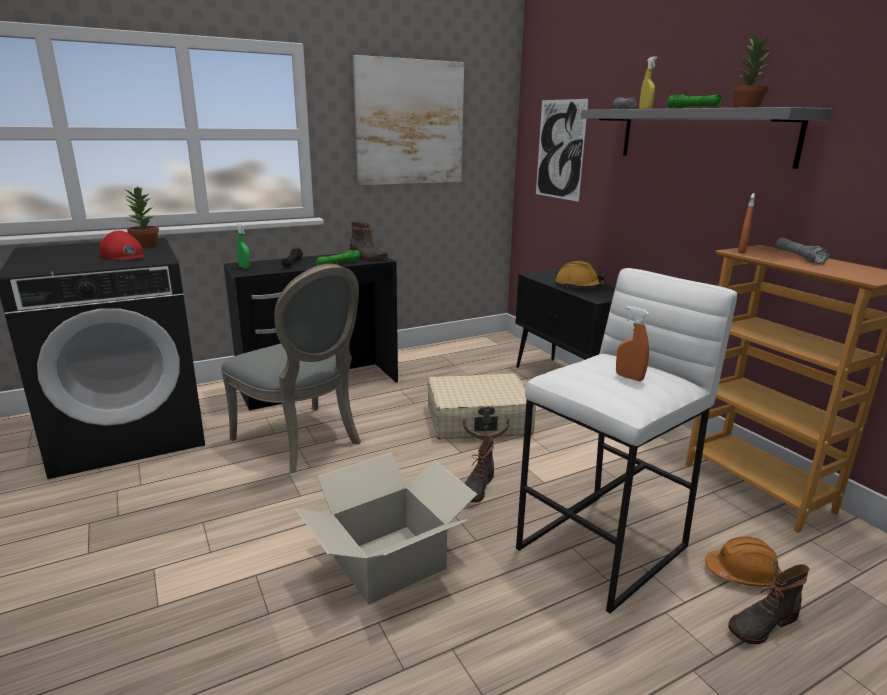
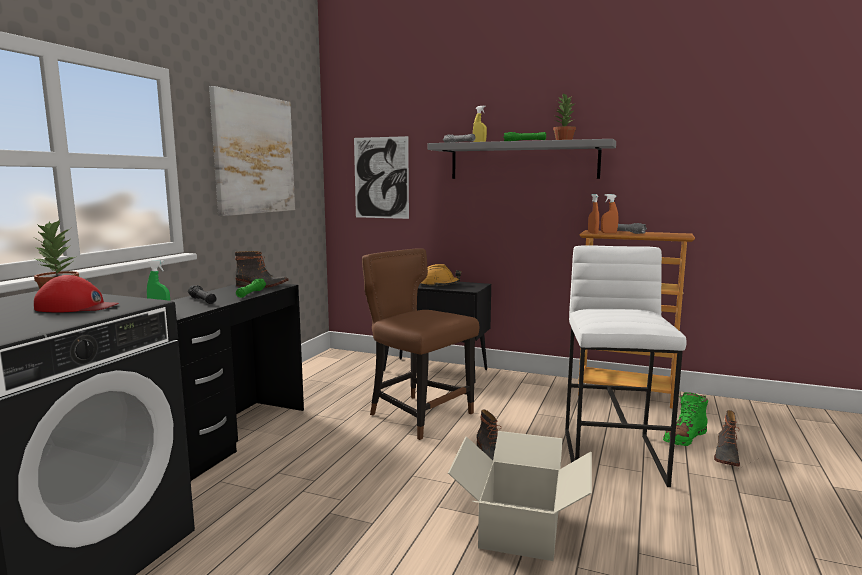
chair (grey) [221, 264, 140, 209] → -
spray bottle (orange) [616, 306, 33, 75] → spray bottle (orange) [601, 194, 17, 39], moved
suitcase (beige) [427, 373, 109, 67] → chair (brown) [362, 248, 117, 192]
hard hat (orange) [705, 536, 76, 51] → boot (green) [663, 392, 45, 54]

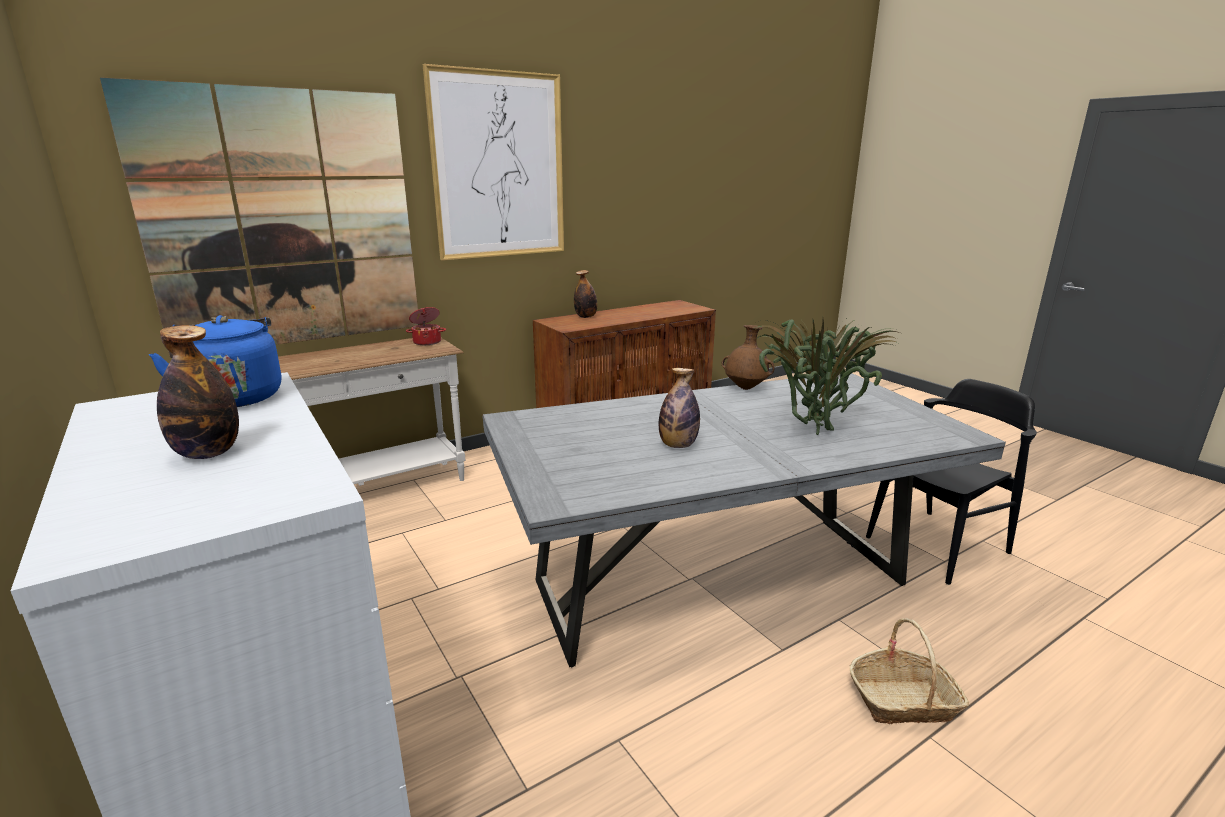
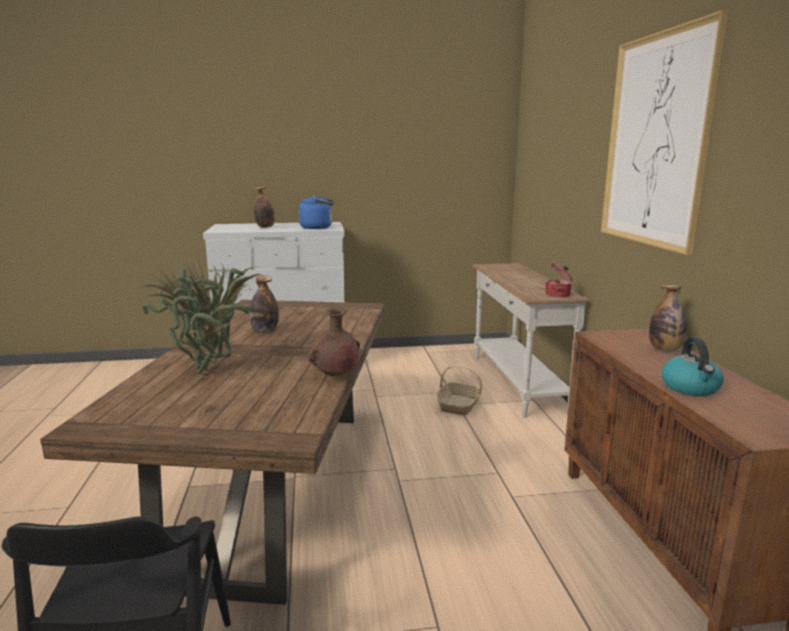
picture [100, 77, 320, 281] → -
- → kettle [662, 337, 61, 59]
basket [850, 618, 119, 106] → basket [437, 365, 45, 50], moved
dining table (grey) [482, 373, 524, 294] → dining table (brown) [40, 300, 345, 305]

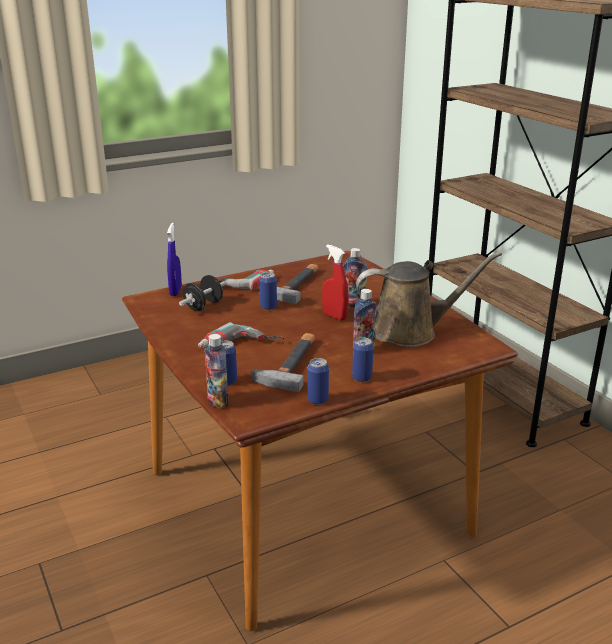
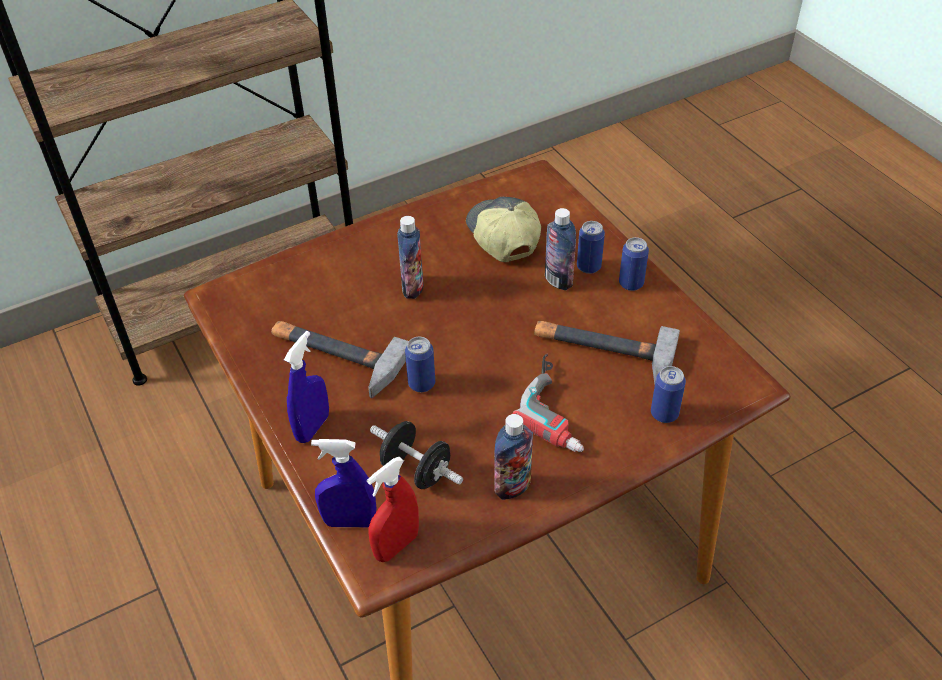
bottle [205, 334, 24, 75] → bottle [494, 414, 39, 86], moved
can [307, 358, 22, 47] → can [577, 221, 28, 53], moved
spray bottle (red) [322, 244, 27, 77] → spray bottle (red) [367, 457, 52, 105], moved
power drill [218, 269, 56, 22] → spray bottle (blue) [284, 331, 45, 112]
watering can (brown) [356, 252, 146, 95] → cap [466, 197, 75, 65]

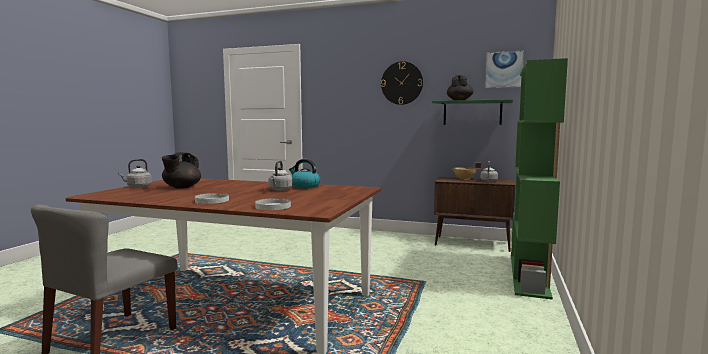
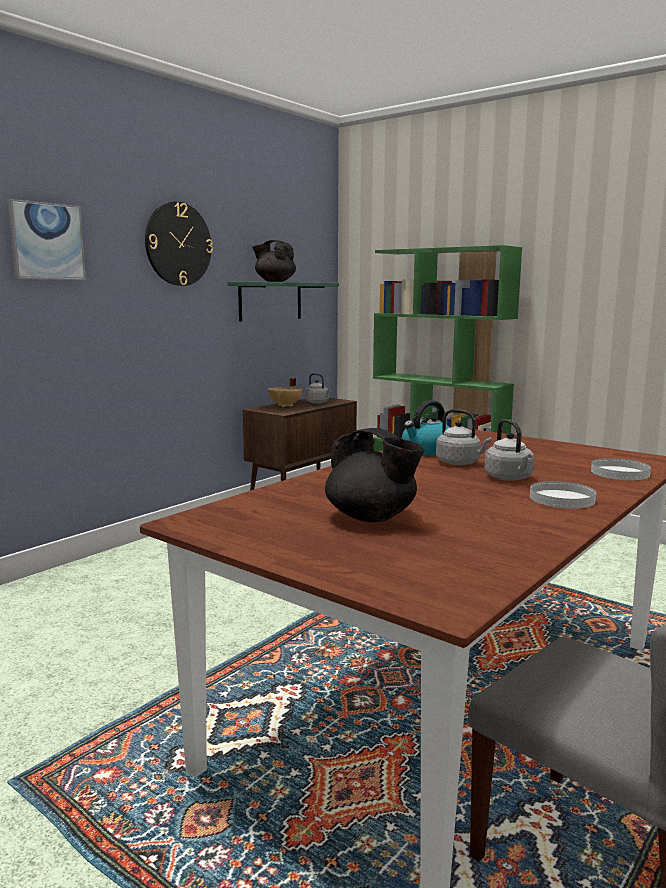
kettle (grey) [118, 159, 34, 29] → kettle (grey) [484, 419, 50, 62], moved
picture [485, 51, 39, 37] → picture [7, 199, 79, 81], moved

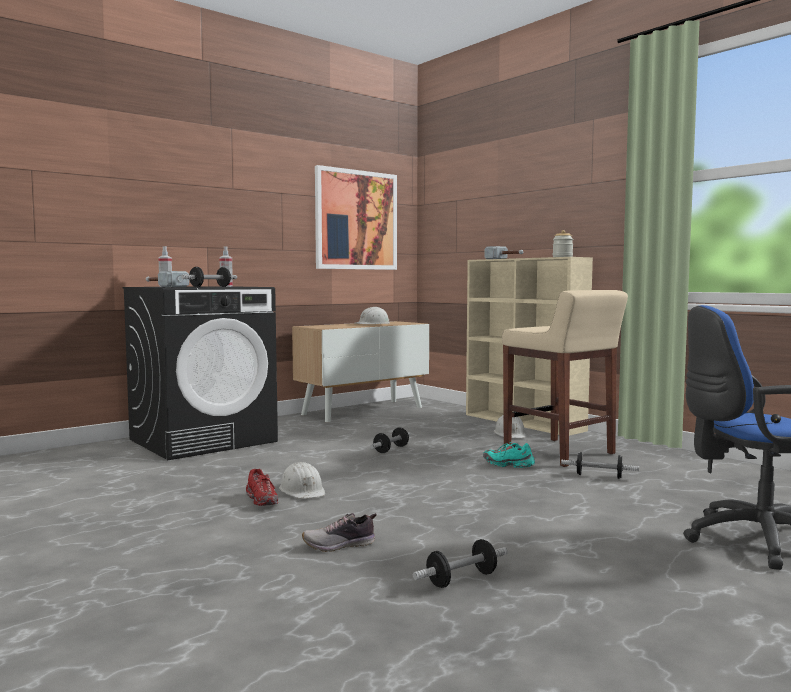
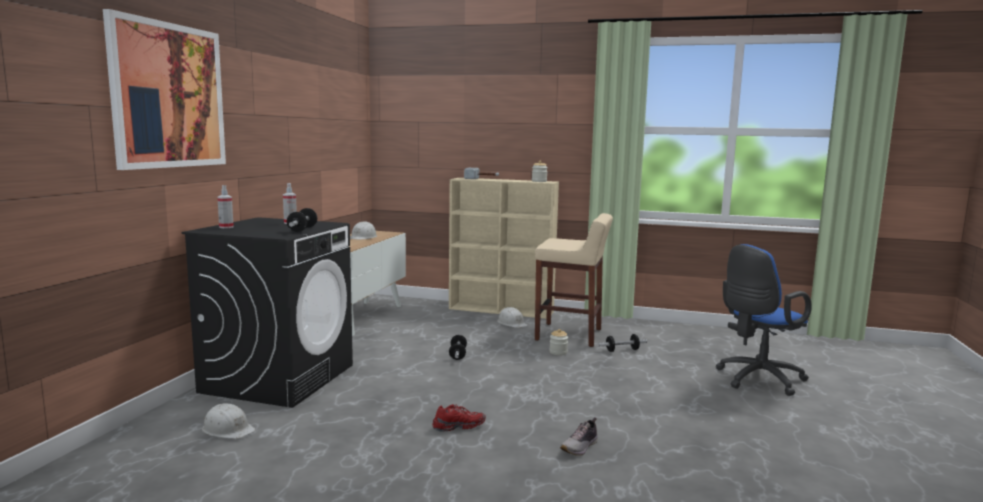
hammer [146, 271, 43, 16] → -
dumbbell [413, 539, 95, 49] → -
hard hat (white) [279, 462, 46, 37] → hard hat (white) [202, 403, 54, 36], moved
picture [315, 165, 82, 105] → picture [103, 9, 123, 161], moved
shoe (turquoise) [483, 442, 52, 26] → jar [549, 329, 19, 26]
shoe (red) [246, 469, 32, 37] → shoe (red) [432, 404, 54, 28], 45 degrees counterclockwise

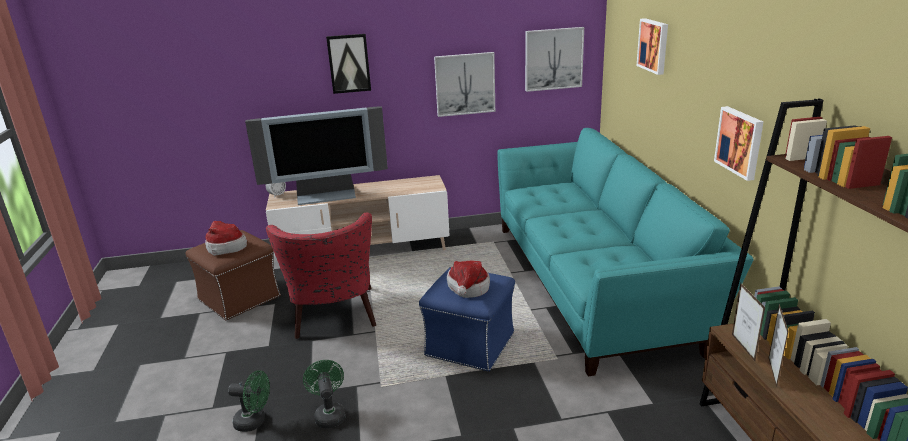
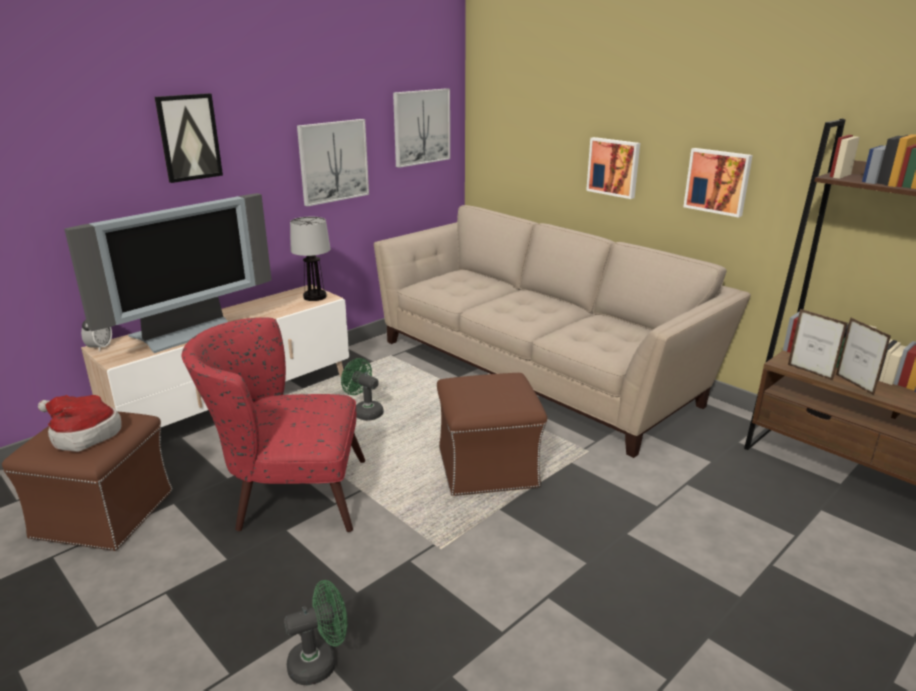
hat [447, 261, 43, 37] → -
- → table lamp [290, 217, 41, 84]
fan (green) [303, 360, 43, 69] → fan (green) [341, 358, 43, 63], moved
picture [637, 18, 31, 57] → picture [586, 137, 54, 62], moved
ottoman (blue) [419, 267, 96, 104] → ottoman (brown) [437, 373, 110, 123]
sofa (turquoise) [497, 128, 257, 248] → sofa (beige) [374, 205, 377, 253]
armchair (red) [266, 213, 110, 126] → armchair (red) [182, 317, 183, 215], 135 degrees clockwise

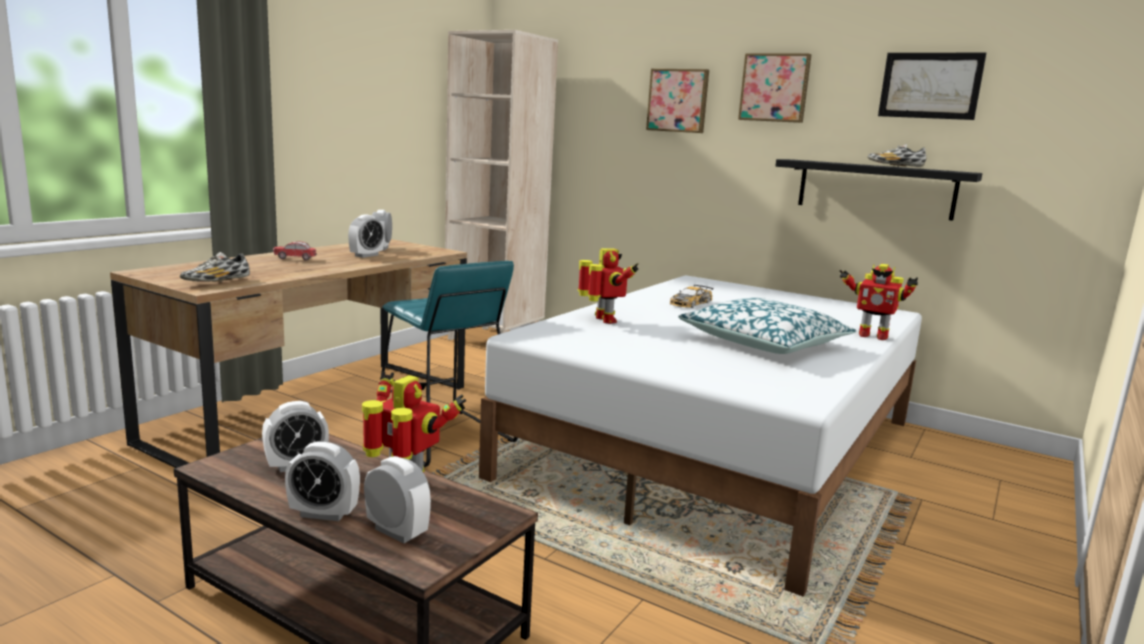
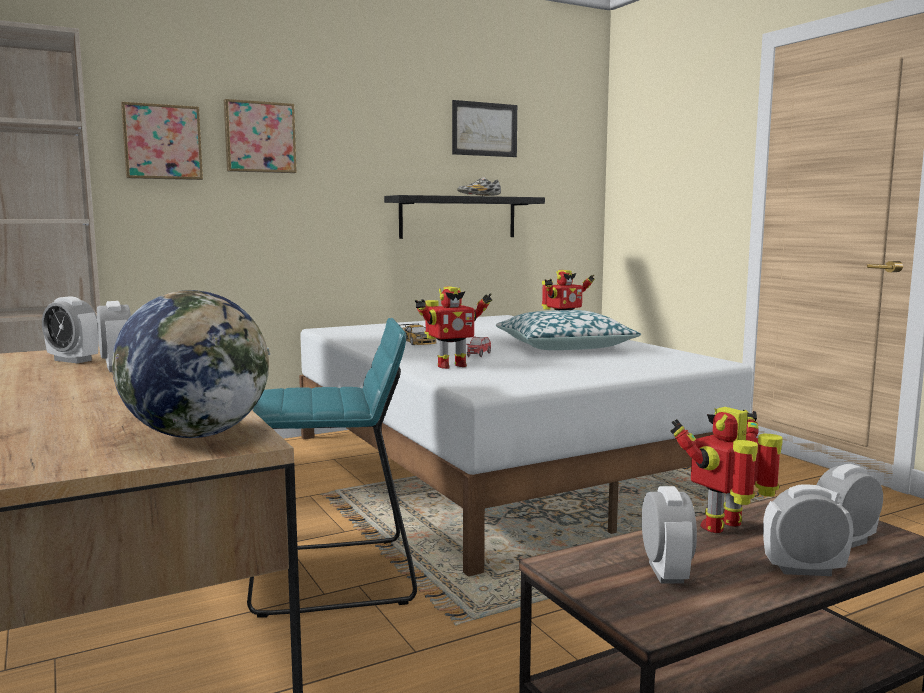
toy car [273, 241, 44, 20] → toy car [466, 336, 25, 21], moved
picture [738, 53, 74, 70] → picture [121, 102, 82, 78], moved
shoe [180, 252, 70, 30] → globe [112, 290, 158, 148]
alarm clock [285, 442, 75, 79] → alarm clock [763, 484, 90, 92], 120 degrees counterclockwise
toy robot [578, 248, 61, 76] → toy robot [415, 286, 77, 83], 150 degrees clockwise

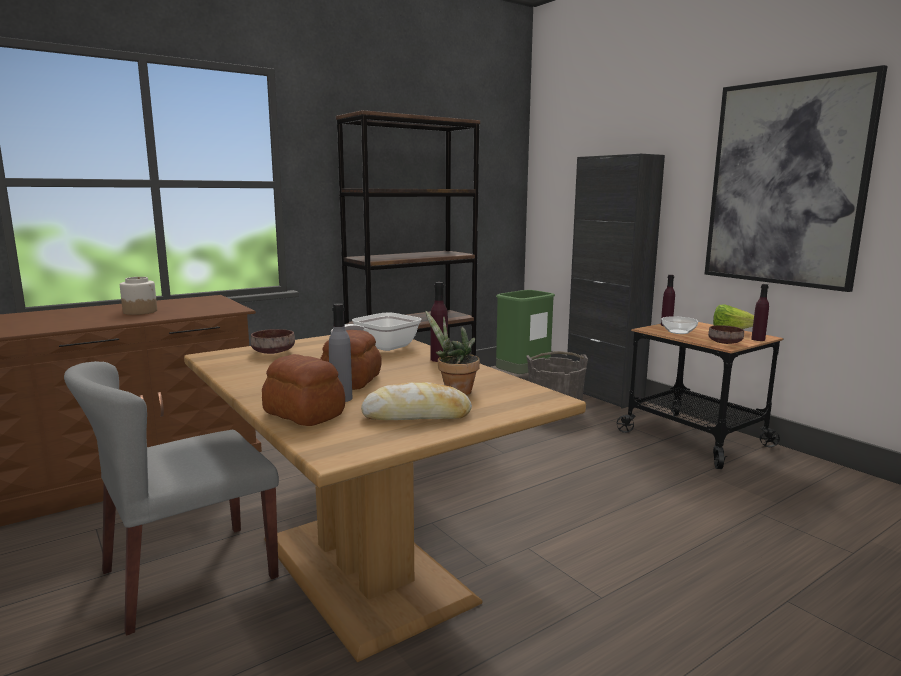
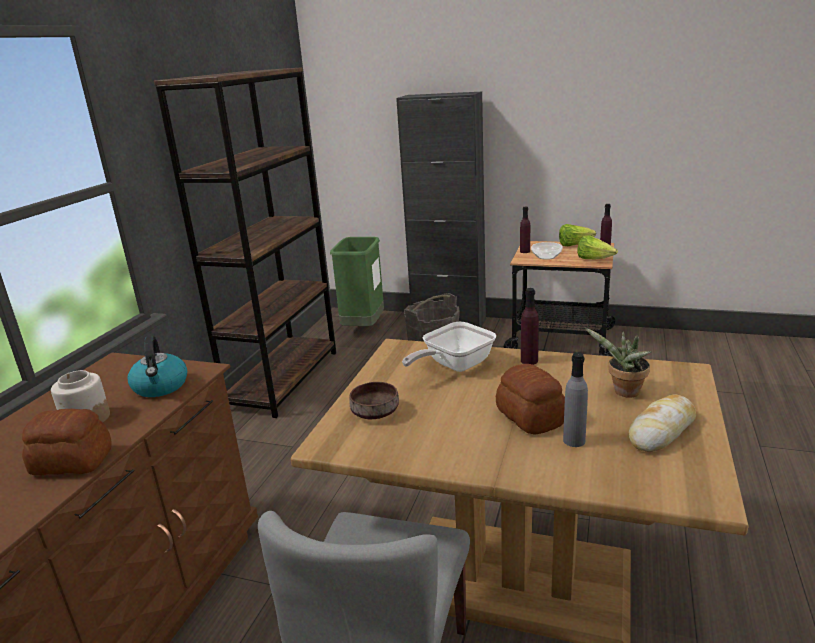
picture [705, 65, 183, 227] → -
- → kettle [128, 336, 59, 61]
bread [262, 354, 83, 72] → bread [22, 409, 90, 67], moved
bowl (brown) [708, 325, 36, 19] → lettuce [577, 235, 41, 25]
frying pan [331, 313, 91, 38] → frying pan [402, 322, 95, 50], 45 degrees clockwise

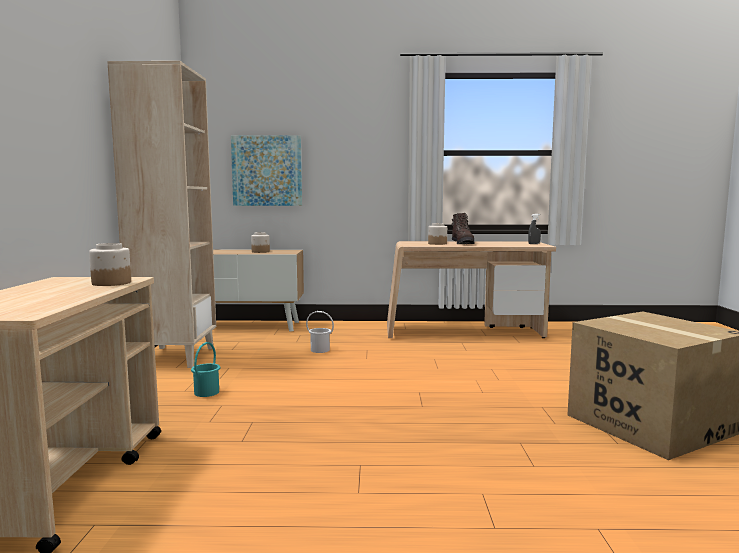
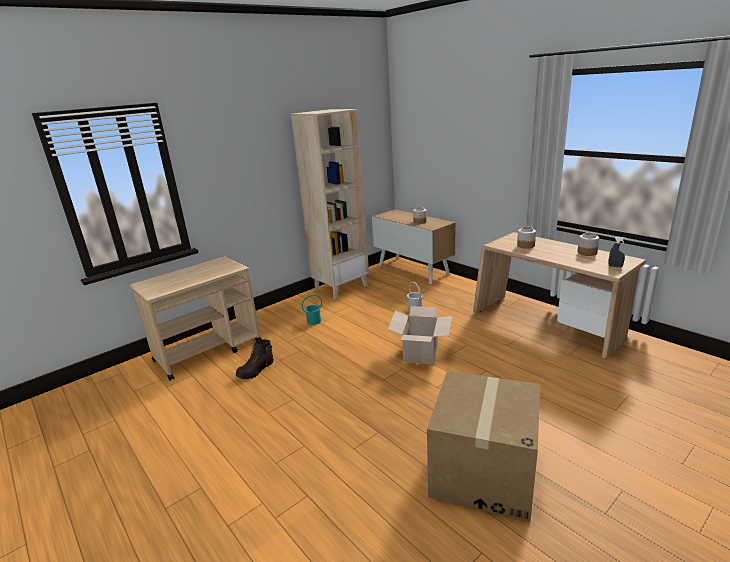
picture [231, 135, 71, 71] → -
- → cardboard box [388, 306, 64, 59]
jar [89, 243, 42, 43] → jar [578, 232, 21, 24], moved
boot (brown) [452, 213, 23, 31] → boot (brown) [235, 339, 39, 40], moved

